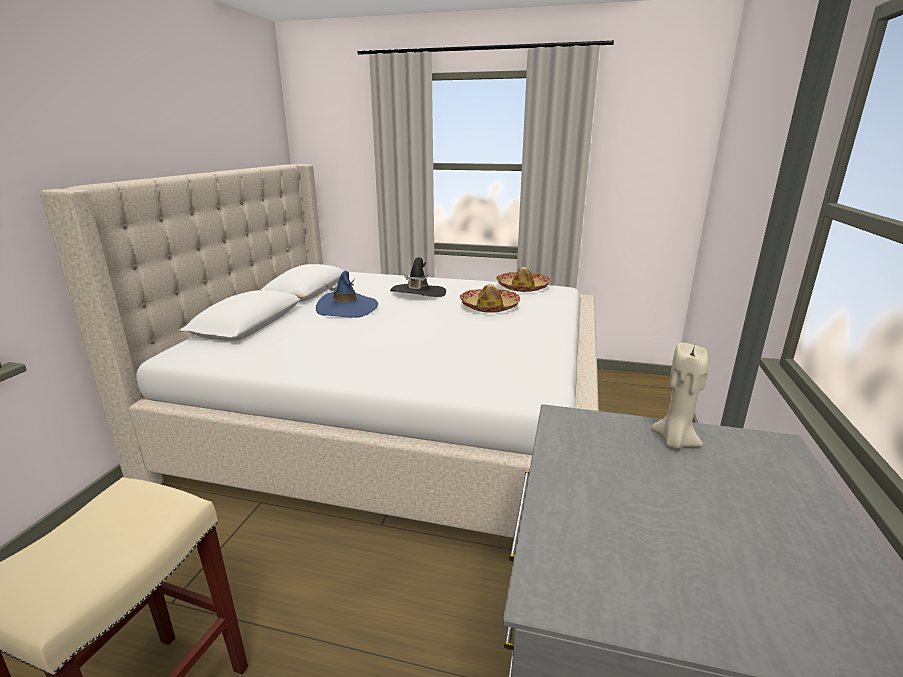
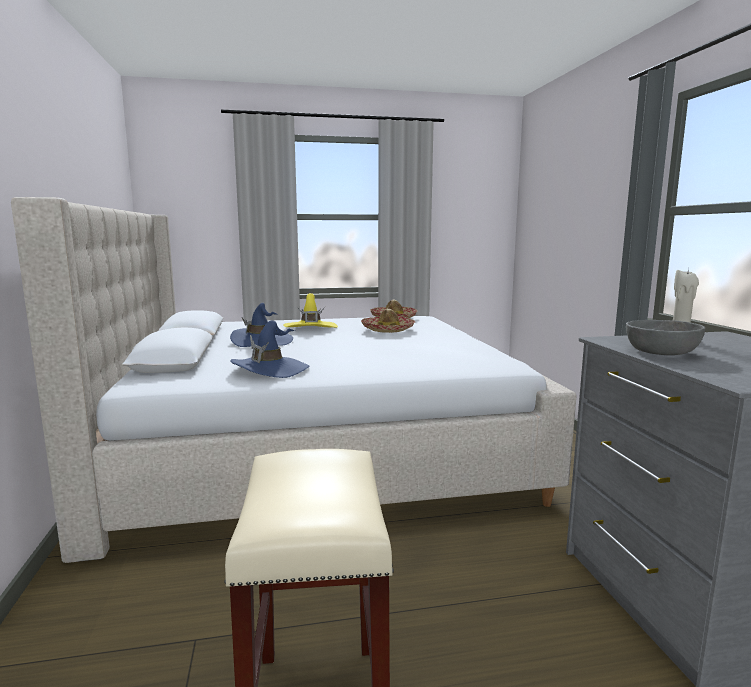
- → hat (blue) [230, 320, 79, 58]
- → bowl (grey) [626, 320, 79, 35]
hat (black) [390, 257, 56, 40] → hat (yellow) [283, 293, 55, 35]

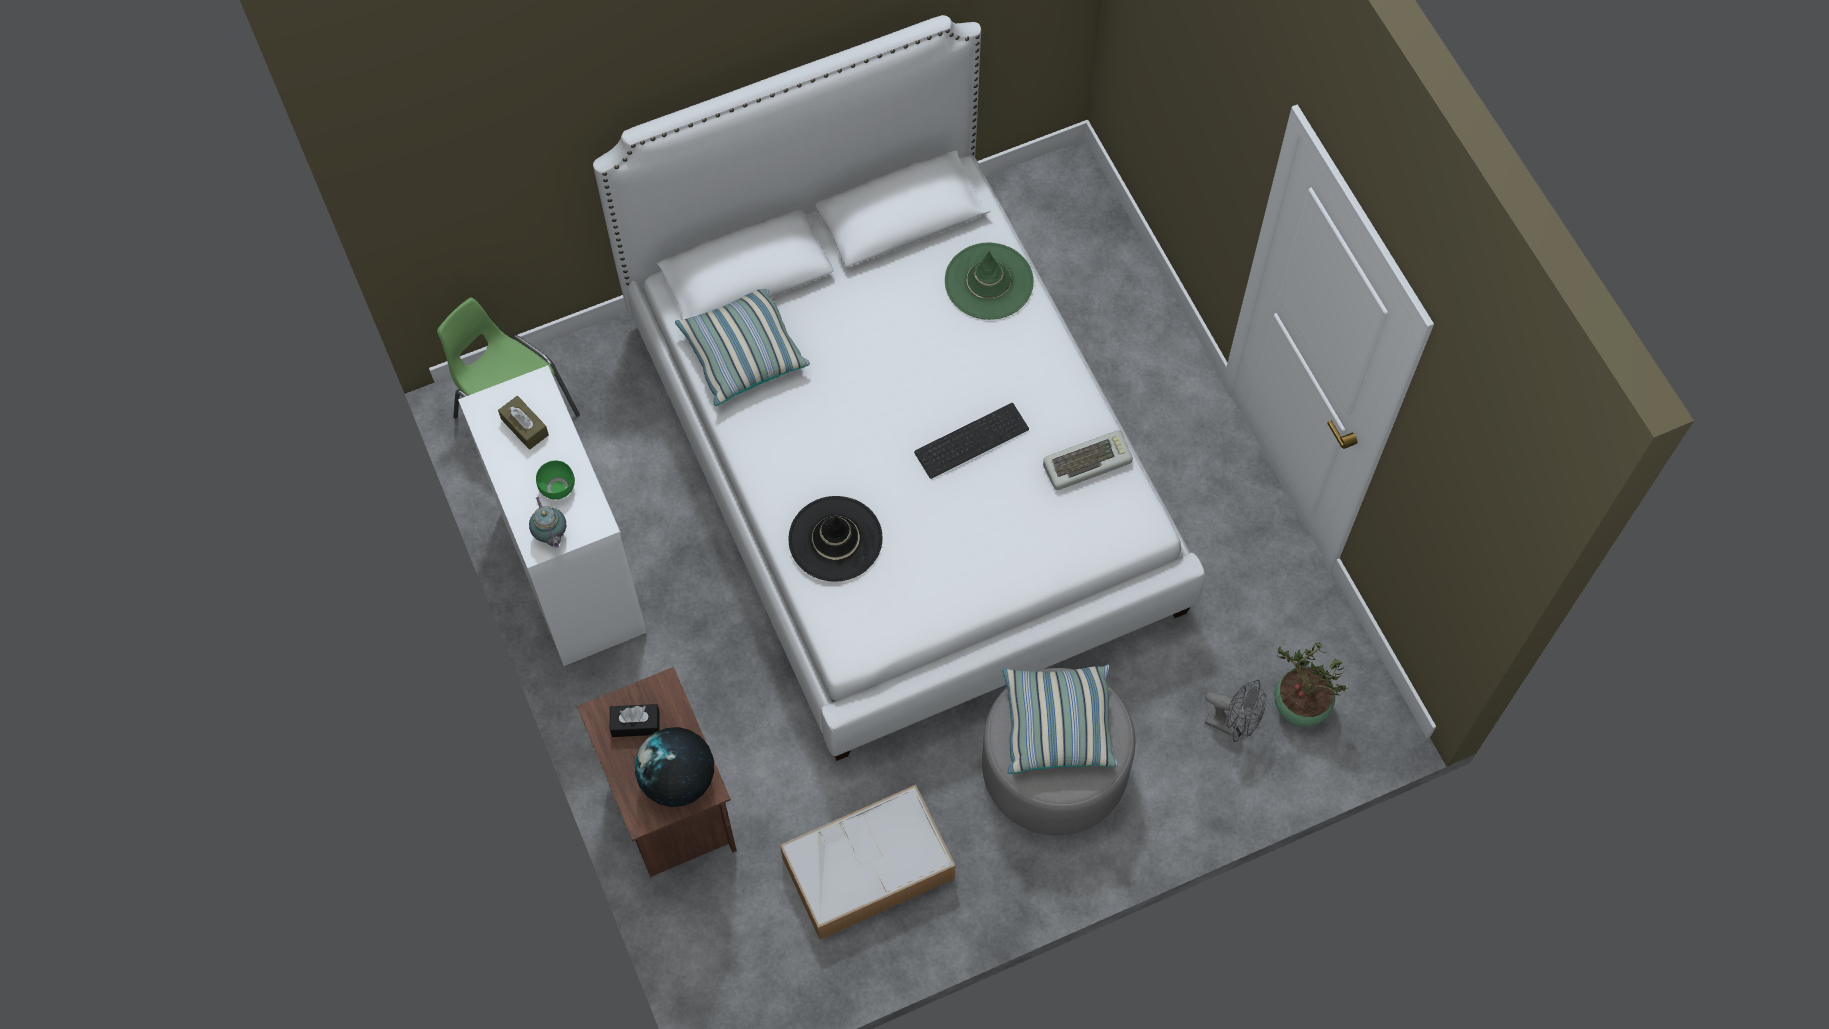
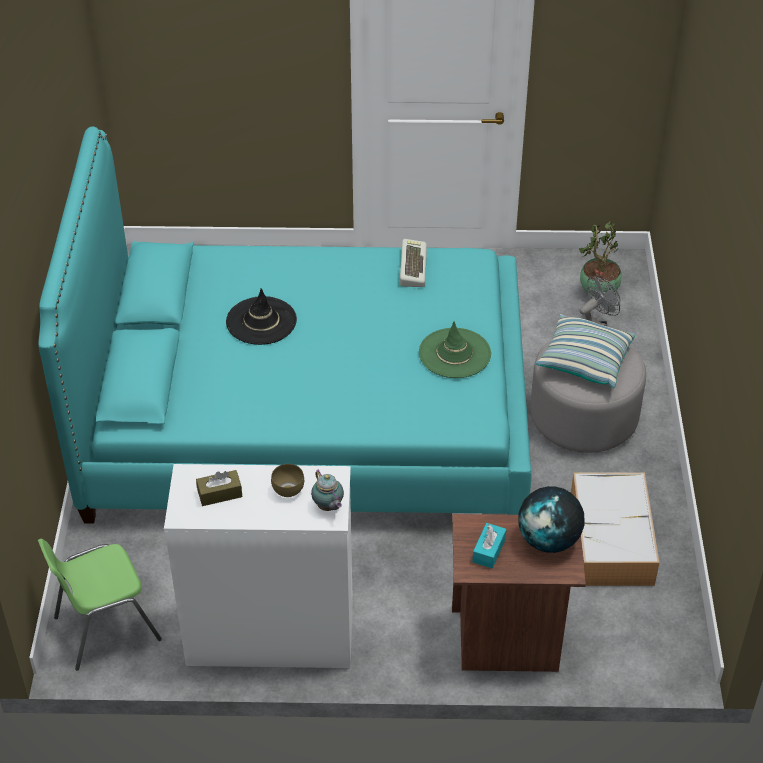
pillow [675, 289, 135, 117] → -
keyboard [914, 403, 115, 76] → -
hat (black) [789, 496, 94, 86] → hat (black) [226, 288, 71, 57], moved
hat (green) [945, 243, 89, 77] → hat (green) [419, 322, 72, 56], moved
bowl (green) [536, 460, 39, 40] → bowl (brown) [271, 464, 33, 33]
bed (white) [593, 15, 612, 746] → bed (turquoise) [38, 127, 493, 397]
tissue box (black) [610, 704, 50, 33] → tissue box (turquoise) [472, 523, 34, 45]
teapot [529, 497, 37, 51] → teapot [311, 469, 33, 42], 60 degrees clockwise

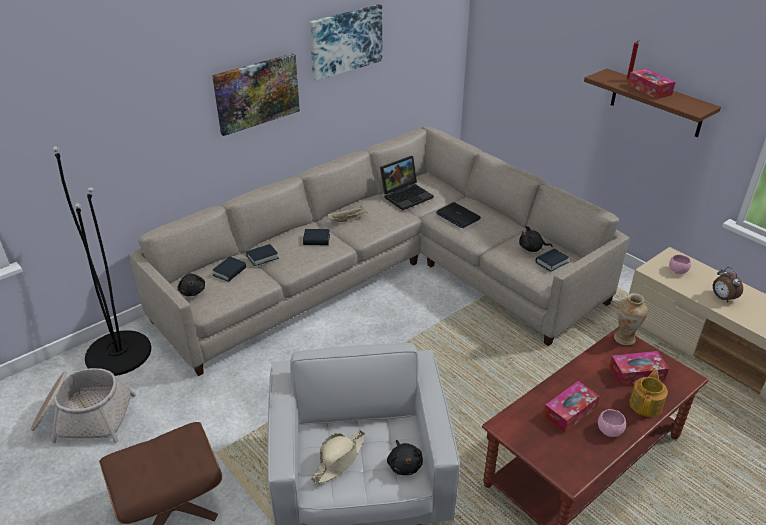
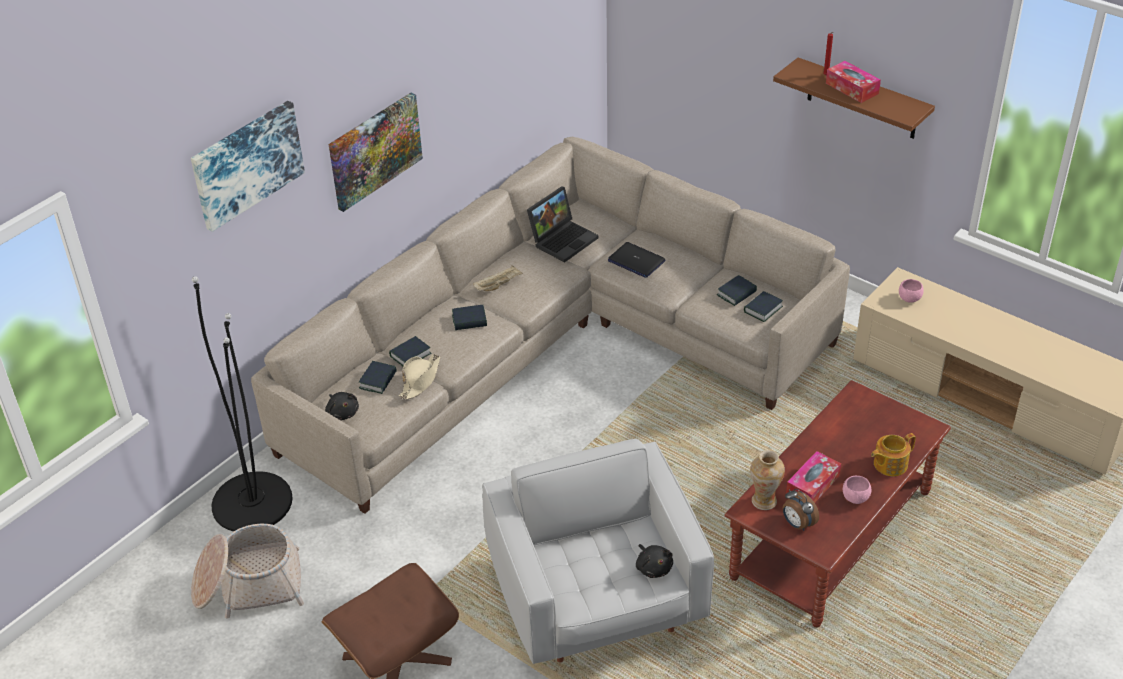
tissue box [609, 351, 60, 35] → -
picture [310, 4, 72, 77] → picture [191, 101, 114, 131], moved
hat (beige) [311, 430, 55, 54] → hat (beige) [399, 354, 41, 46], moved
vase [614, 293, 34, 52] → vase [750, 450, 35, 60], moved
alarm clock [713, 267, 30, 36] → alarm clock [783, 489, 36, 42], moved
plush toy (black) [519, 226, 34, 26] → book [717, 275, 40, 31]
teapot [629, 369, 39, 48] → teapot [871, 433, 45, 43], 135 degrees counterclockwise

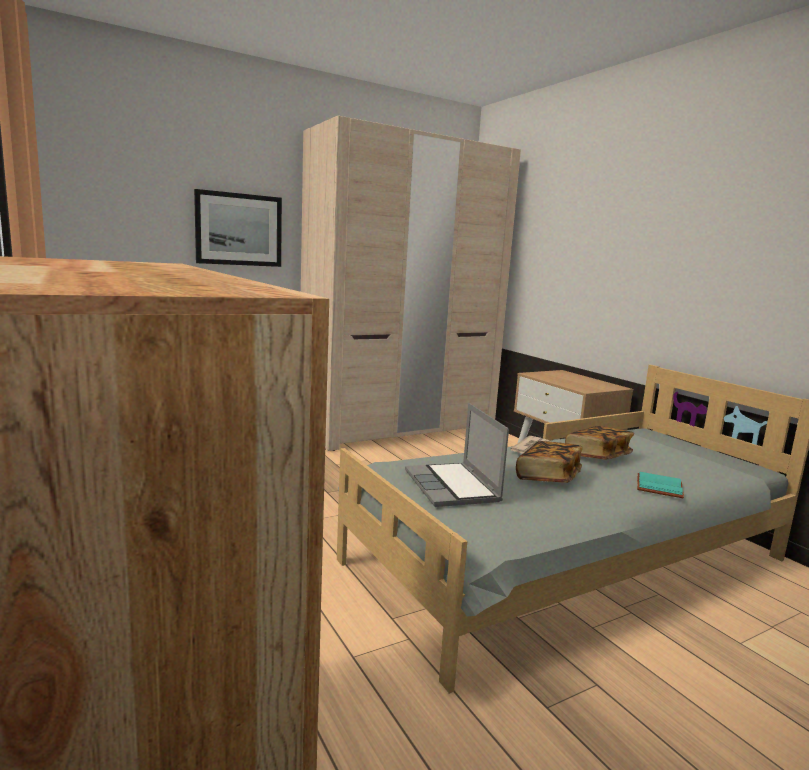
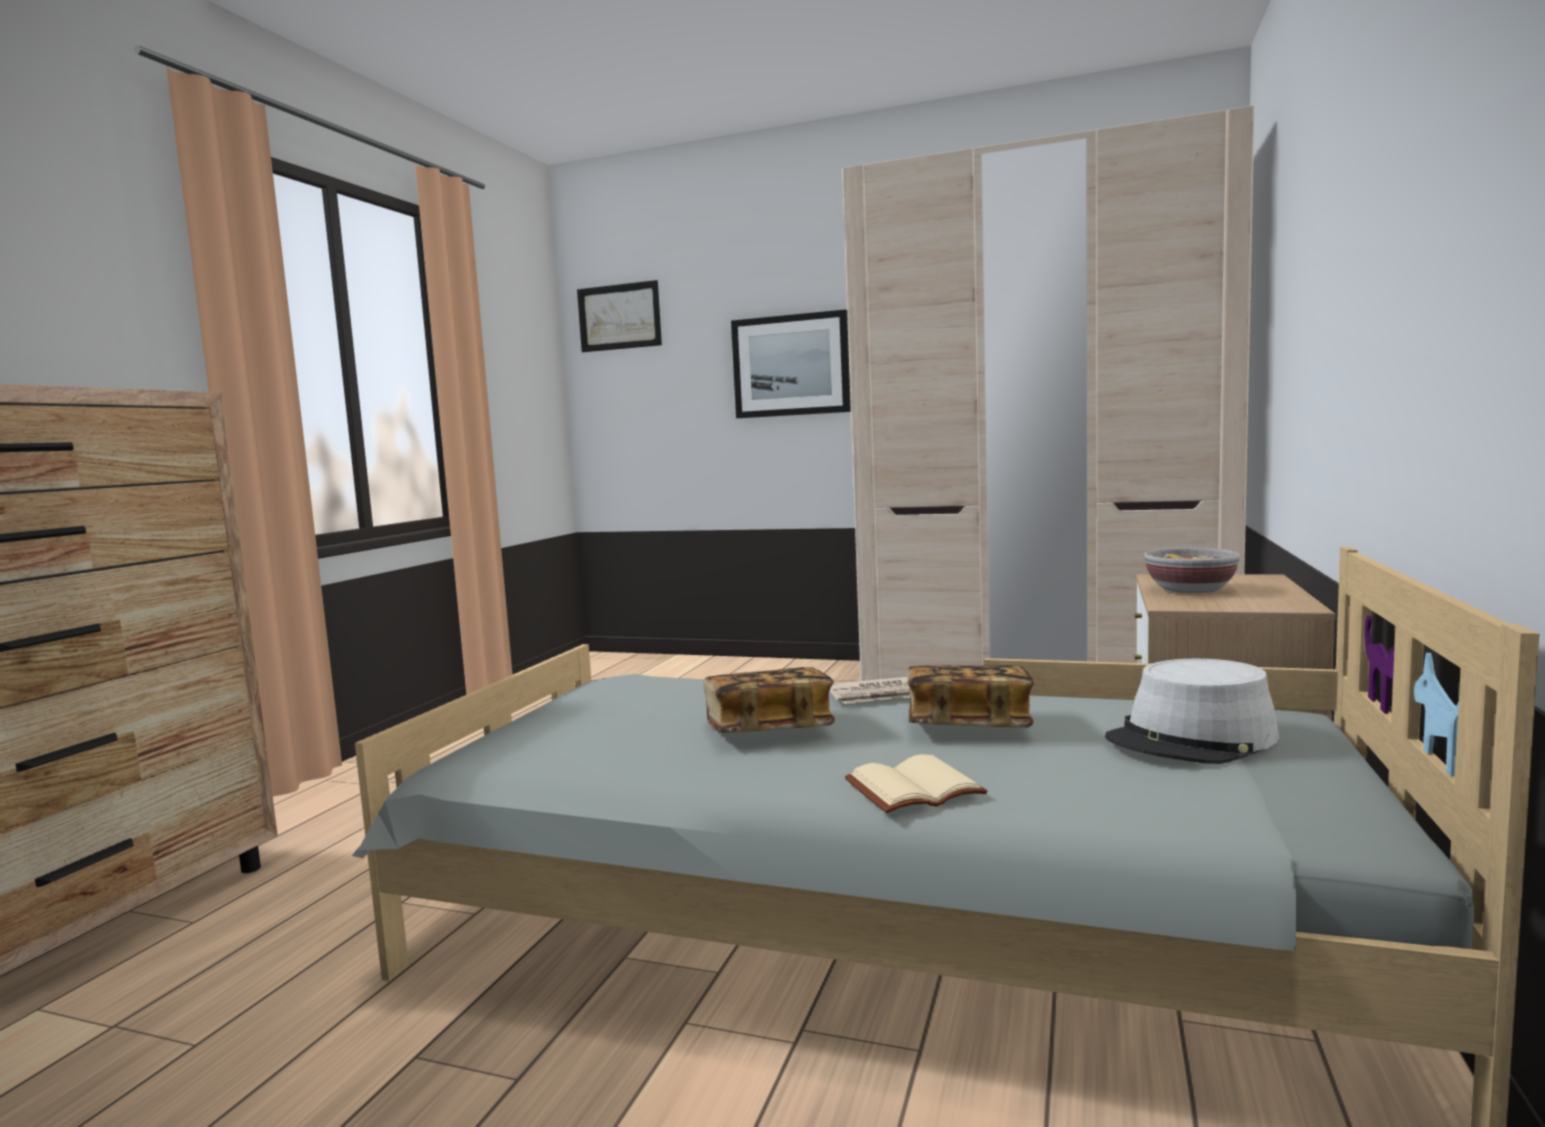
laptop [405, 403, 104, 104] → -
- → picture [577, 280, 85, 72]
- → hat (grey) [1105, 659, 174, 105]
- → bowl [1144, 548, 96, 45]
book (turquoise) [637, 472, 47, 26] → book (beige) [845, 754, 143, 59]

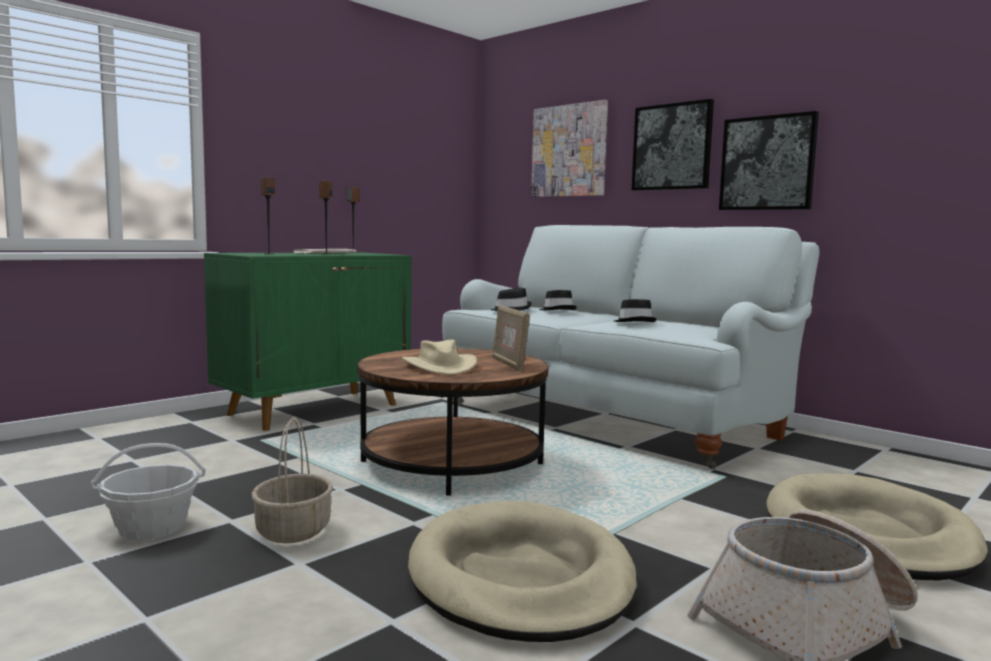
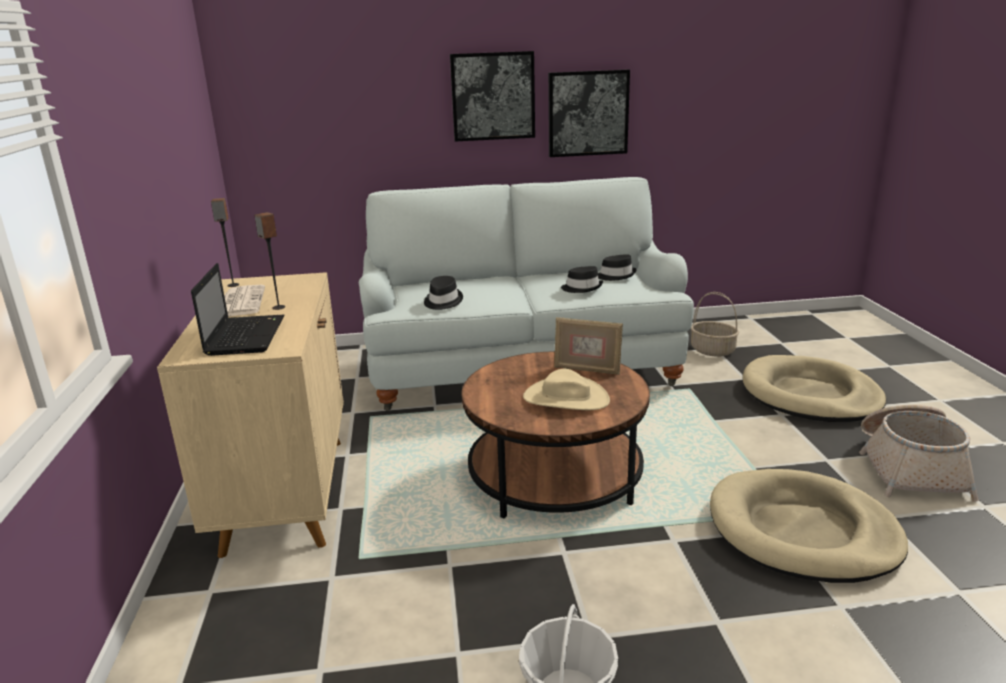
picture [531, 100, 77, 97] → -
basket [251, 417, 82, 126] → basket [691, 292, 48, 65], moved
hat (black) [539, 290, 38, 20] → hat (black) [598, 254, 39, 27], moved
speaker [260, 177, 15, 77] → laptop [191, 263, 93, 93]
cabinet (green) [204, 253, 207, 178] → cabinet (beige) [157, 272, 187, 286]

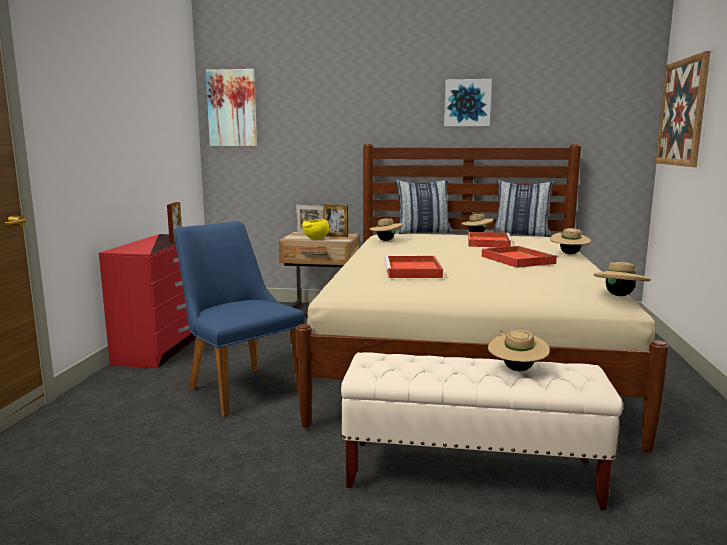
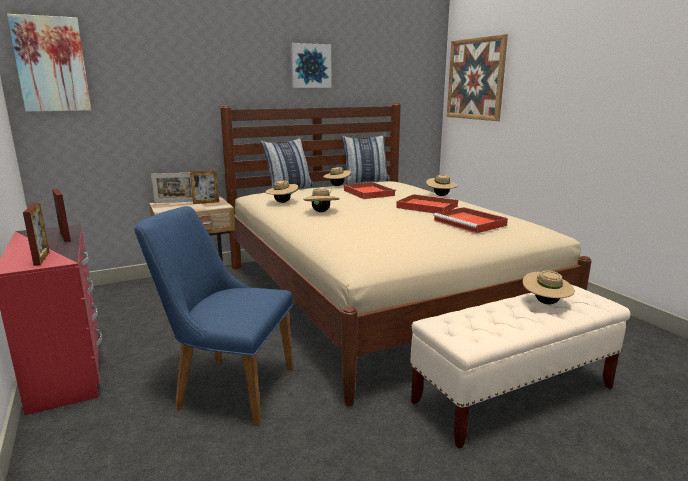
bowl (yellow) [302, 219, 27, 20] → -
- → picture frame [23, 202, 26, 64]
tray (red) [384, 256, 59, 22] → tray (red) [433, 207, 75, 26], moved
hat (beige) [594, 262, 57, 34] → hat (beige) [303, 188, 36, 24], moved

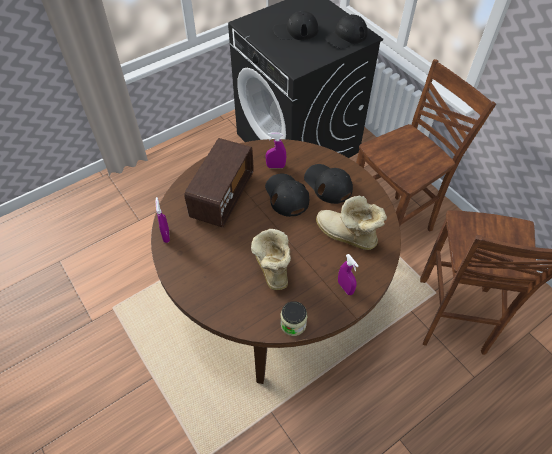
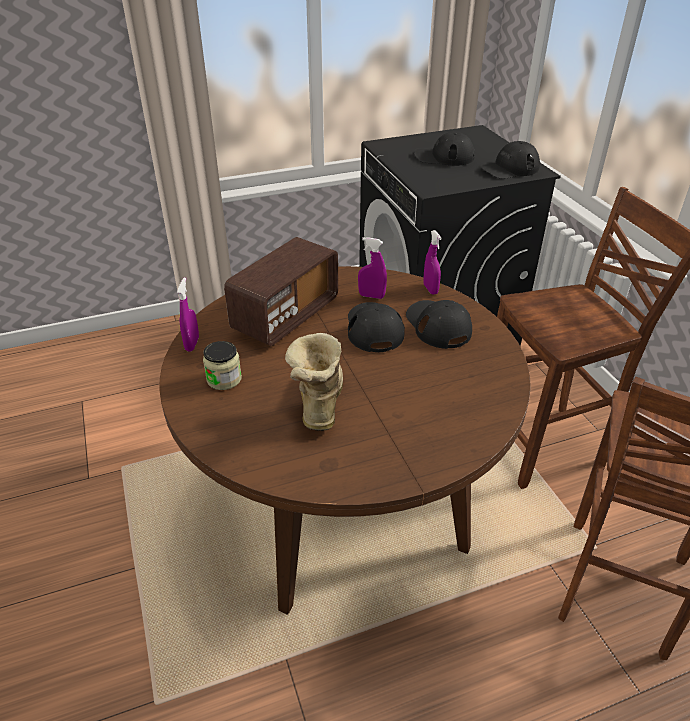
boot [316, 195, 71, 55] → -
jar [280, 301, 27, 35] → jar [203, 341, 39, 49], moved
spray bottle (purple) [338, 254, 21, 41] → spray bottle (purple) [423, 230, 19, 64], moved

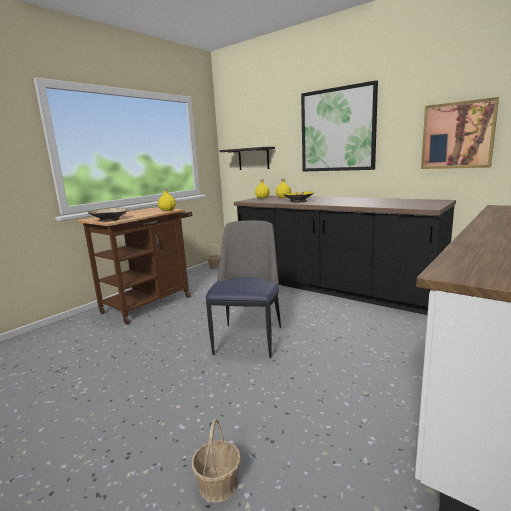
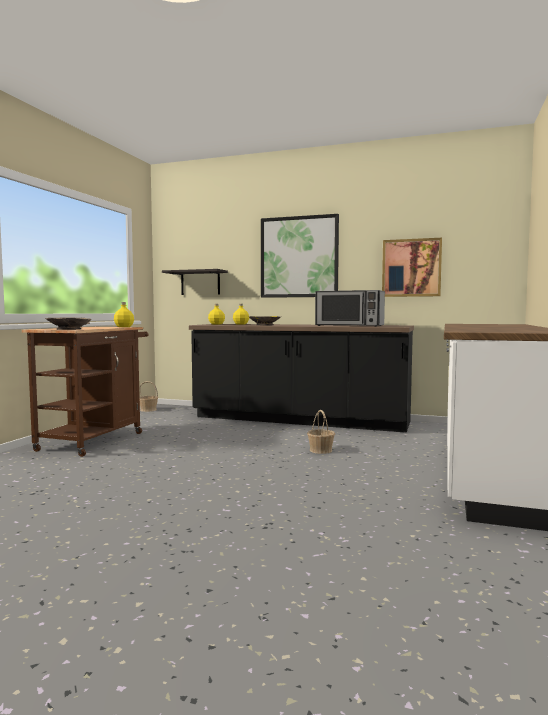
chair [206, 220, 75, 138] → -
- → microwave [315, 290, 70, 37]
basket [191, 419, 50, 84] → basket [307, 410, 28, 44], moved

